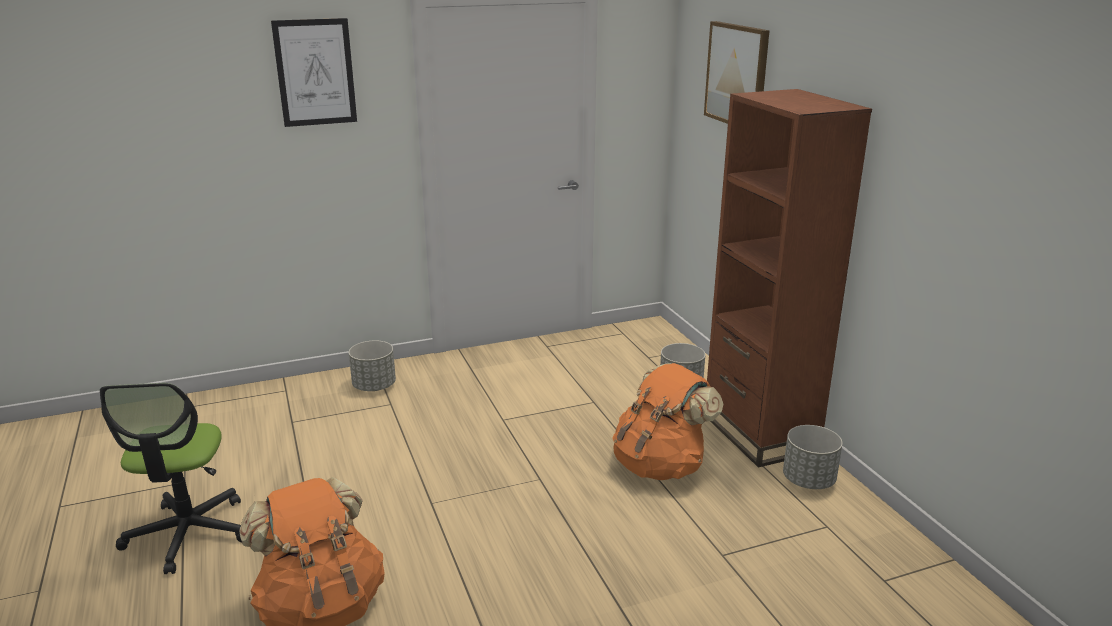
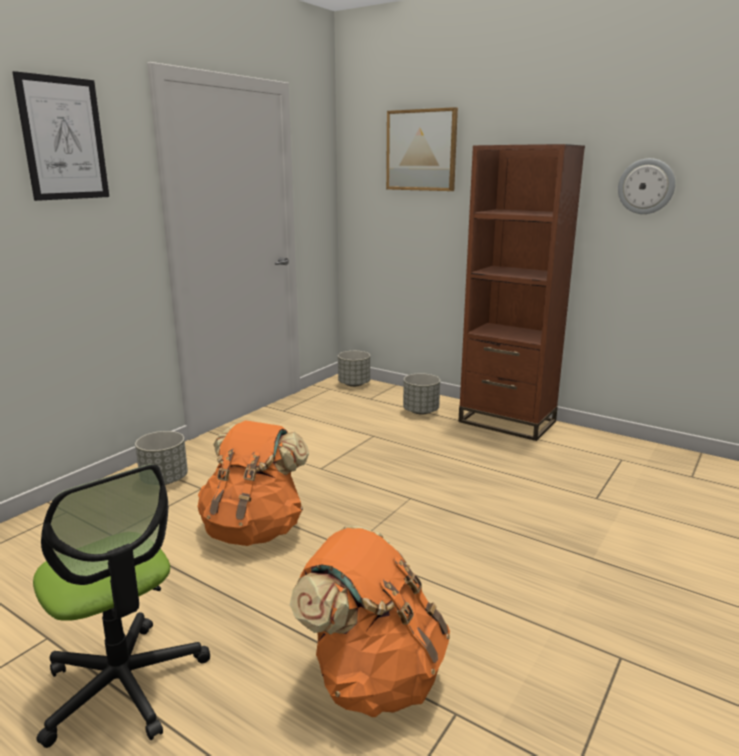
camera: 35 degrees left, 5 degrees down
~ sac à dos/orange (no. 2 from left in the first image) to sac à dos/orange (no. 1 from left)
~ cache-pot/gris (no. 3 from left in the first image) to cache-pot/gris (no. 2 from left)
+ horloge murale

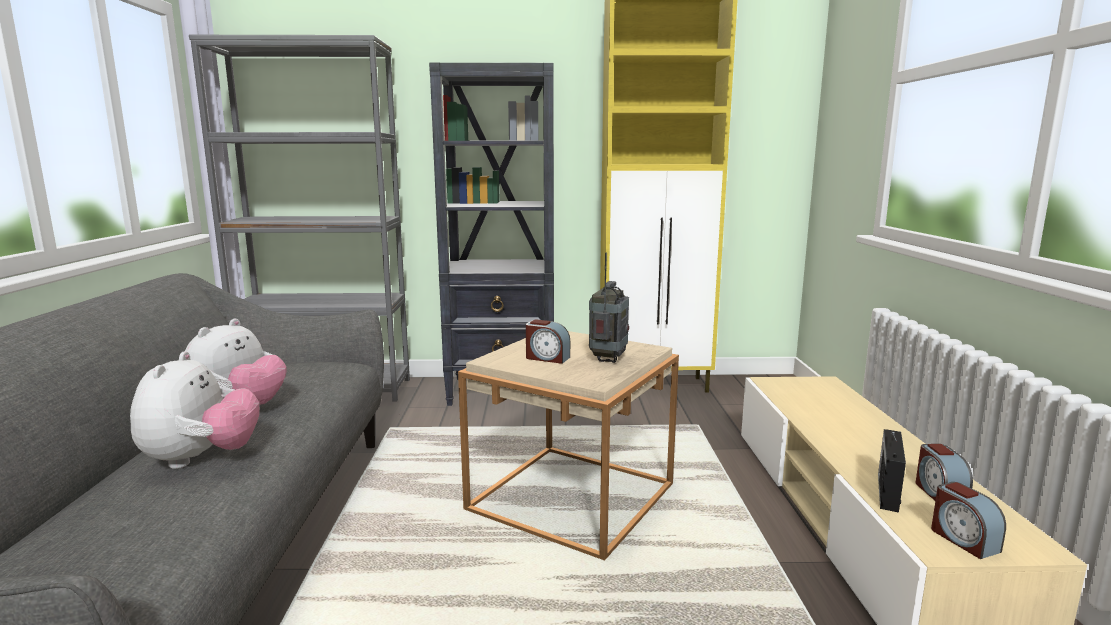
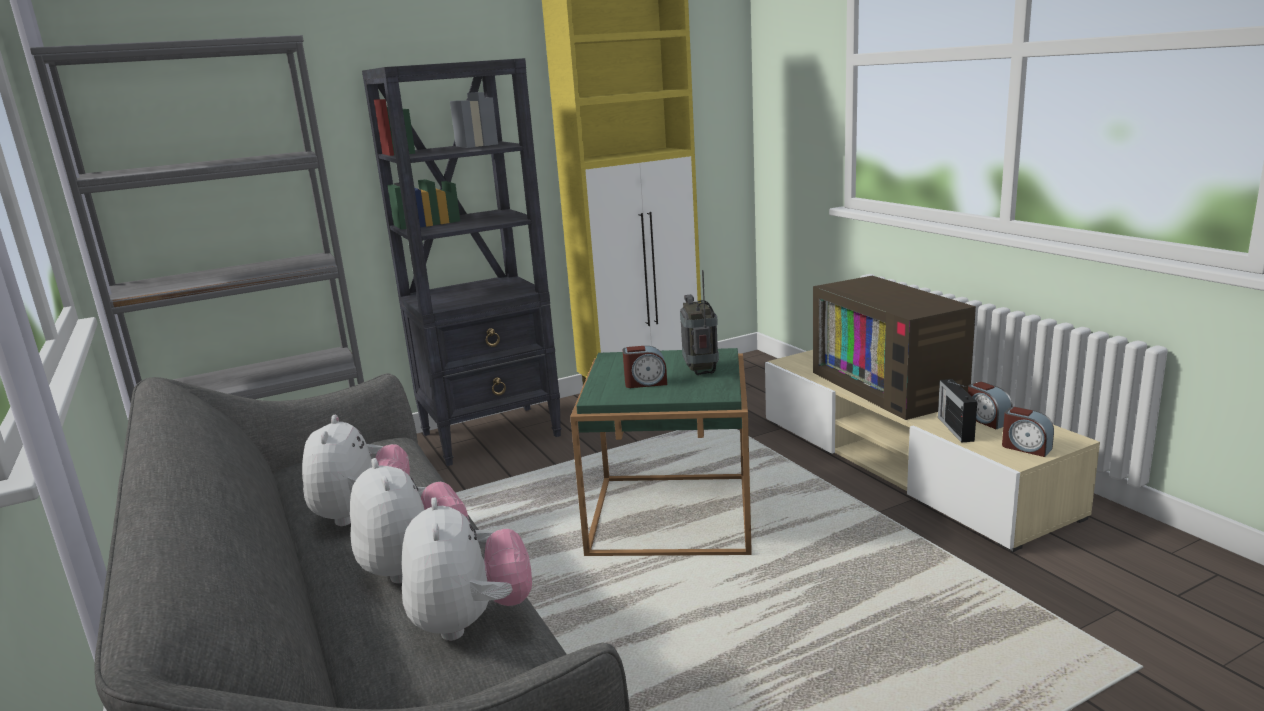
camera: 25 degrees left, 5 degrees up
~ table d'appoint/beige to table d'appoint/vert
+ téléviseur
+ peluche (no. 3 from left)

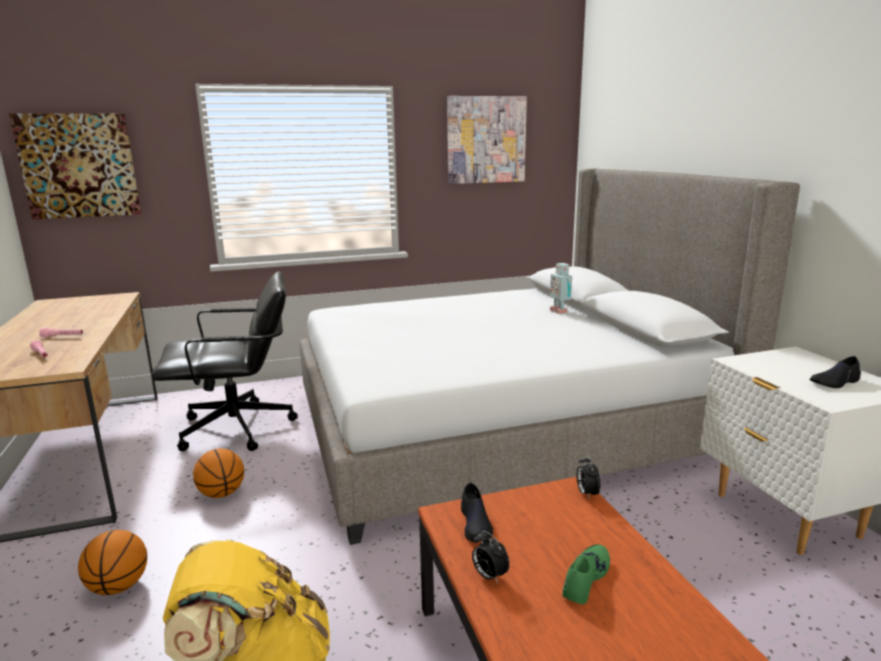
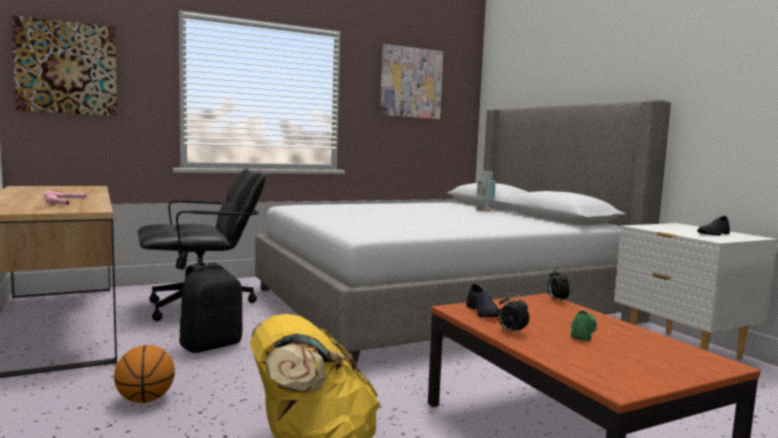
camera: 10 degrees left, 10 degrees down
~ ballon de basket (no. 2 from left) to sac à dos/noir

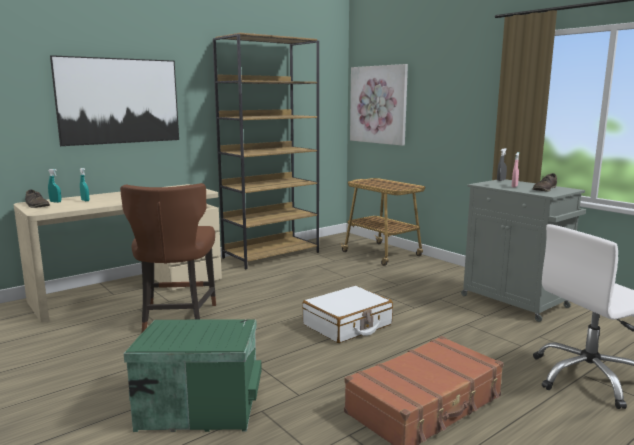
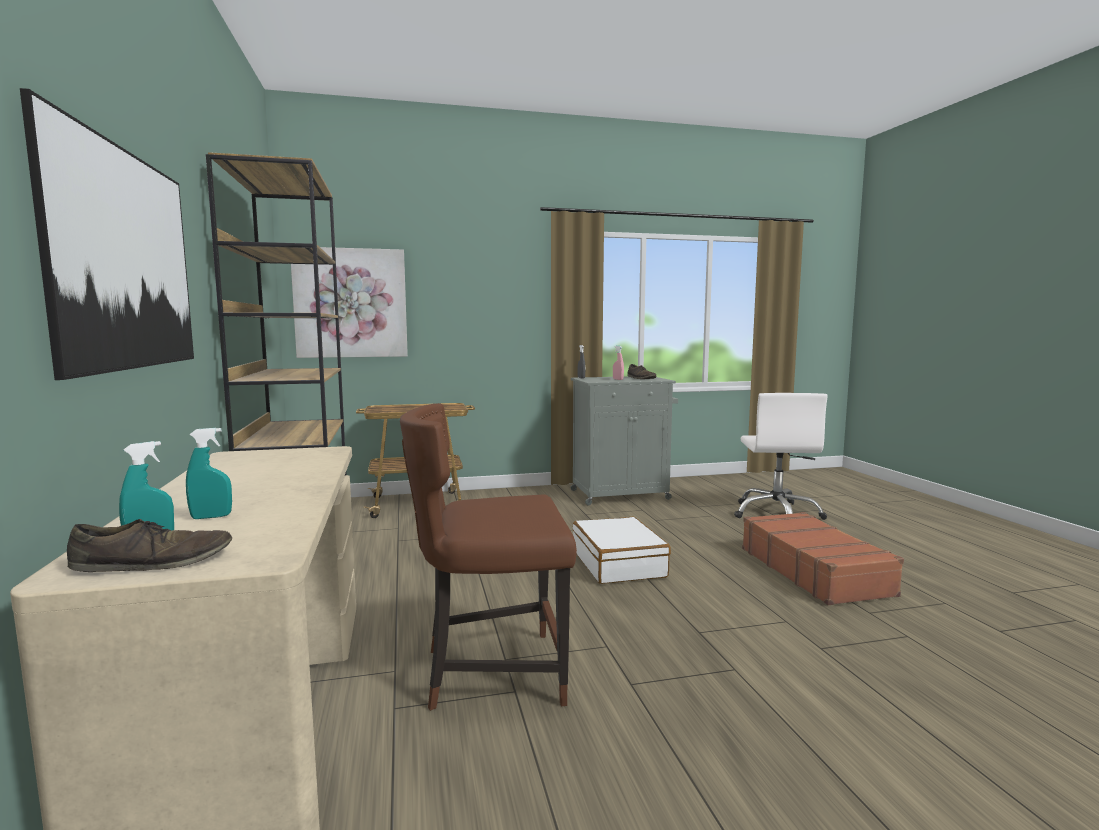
camera: 65 degrees left, 5 degrees down
~ chaise/marron 150 degrees clockwise
- boîte de rangement/vert

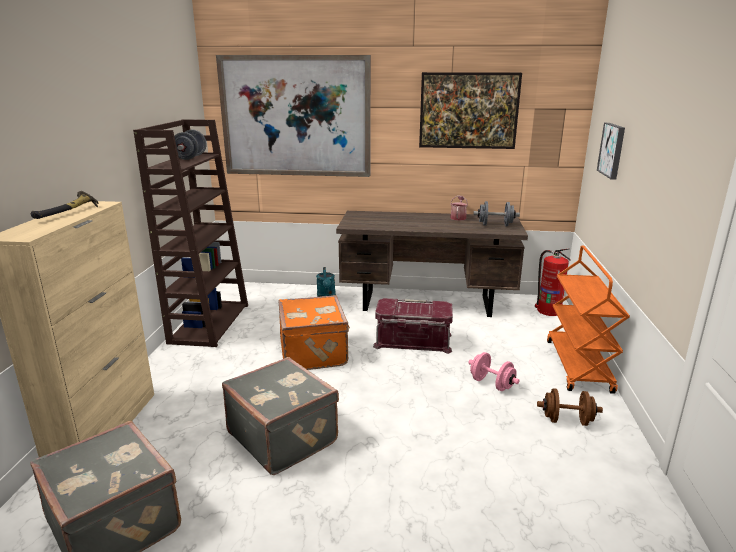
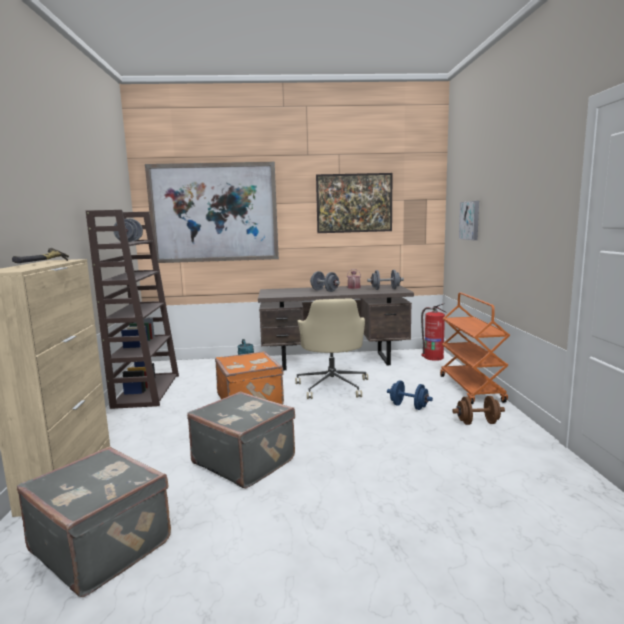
camera: 10 degrees left, 10 degrees down
~ boîte de rangement/rouge to chaise de bureau/beige
~ haltère/rose to haltère/bleu
+ haltère/gris (no. 2 from left)

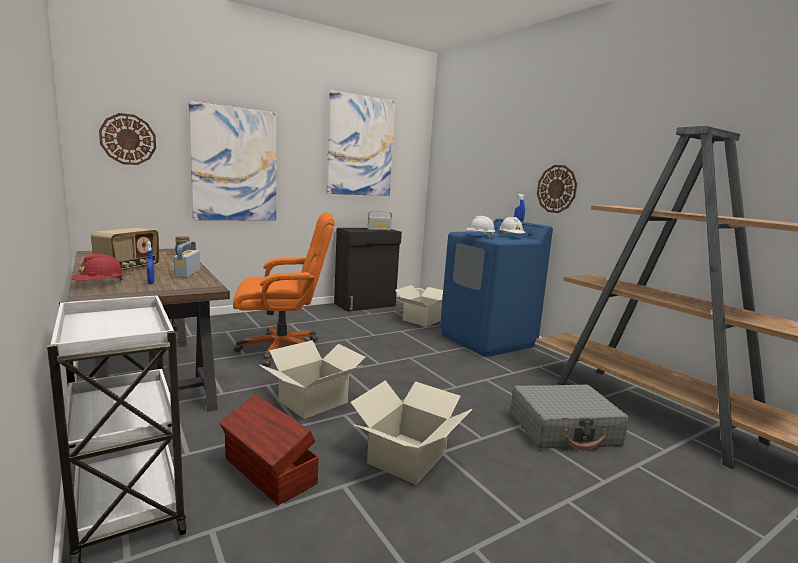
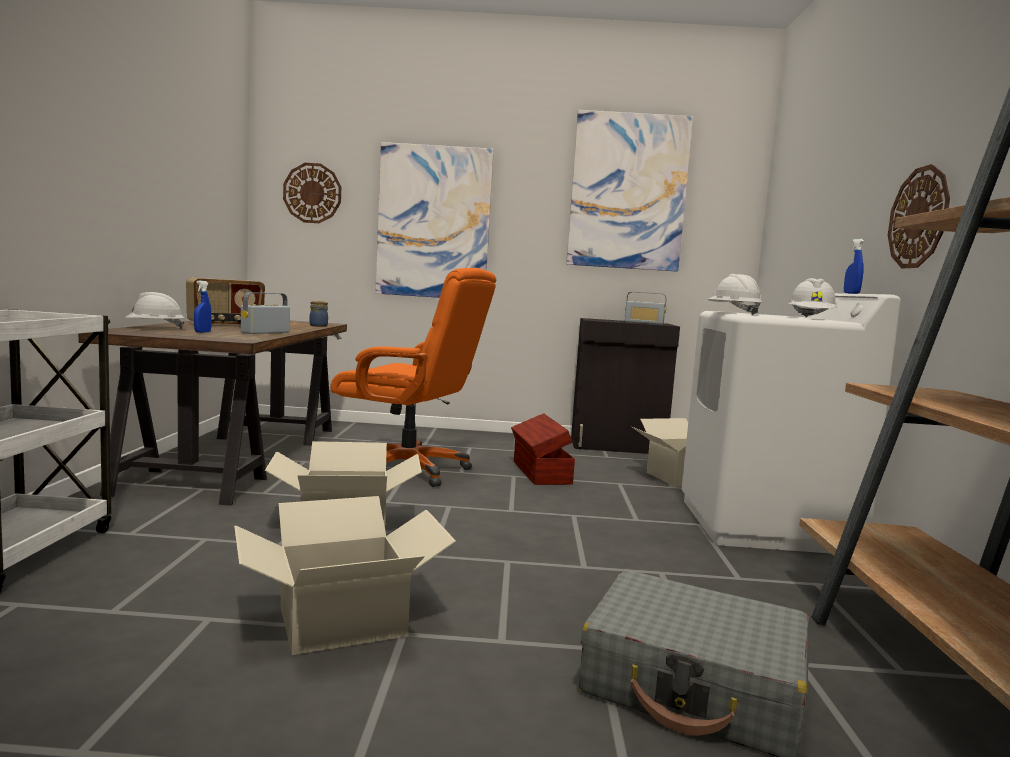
camera: 35 degrees right, 5 degrees down
~ lave-linge/bleu to lave-linge/blanc
~ casque de chantier/rouge to casque de chantier/blanc (no. 1 from left)
~ boîte de rangement/marron

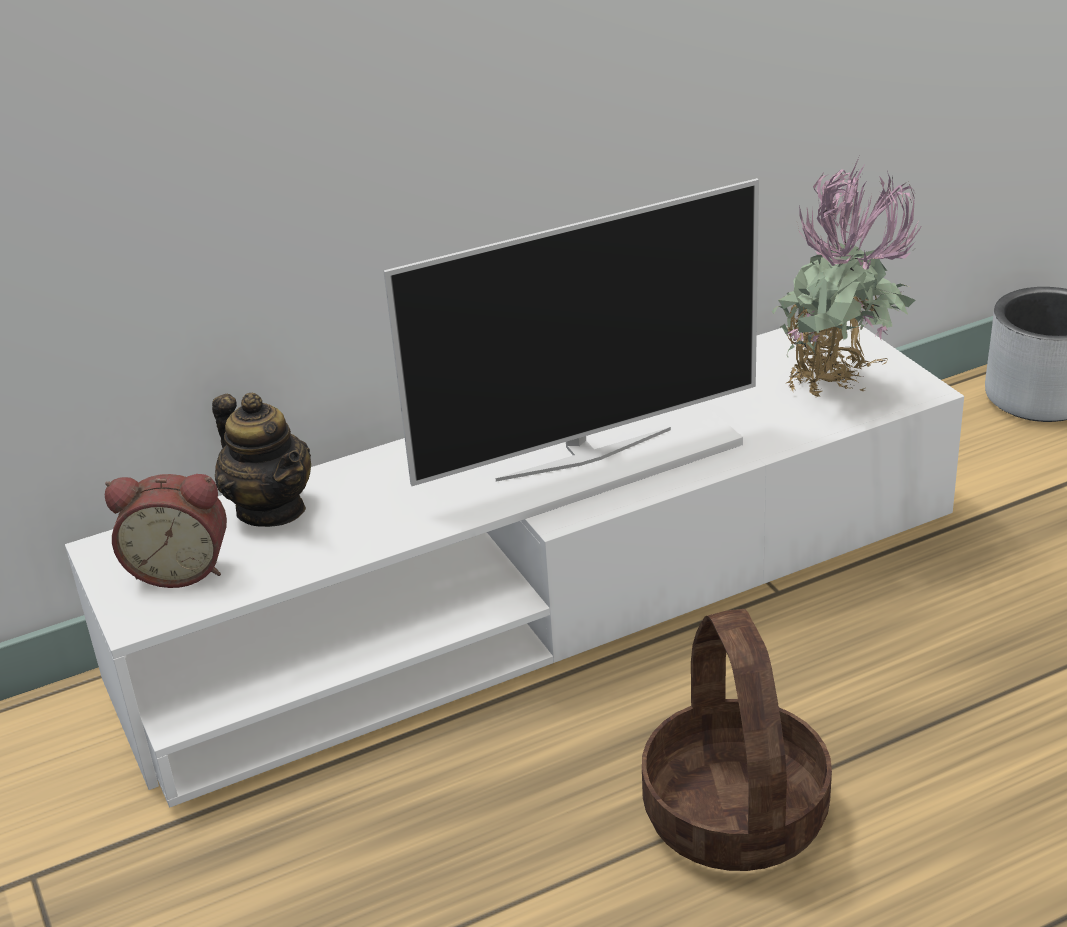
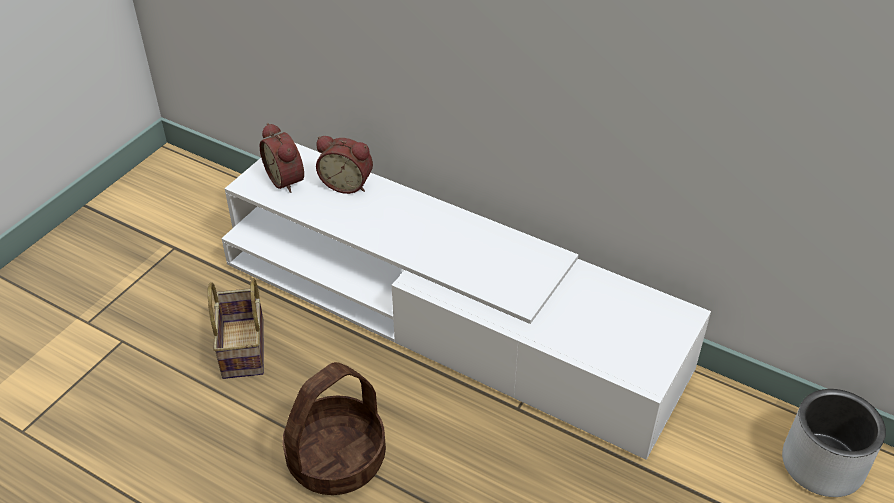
camera: 55 degrees right, 10 degrees up
- plante en pot
- téléviseur
~ théière to réveil (no. 2 from left)
+ panier (no. 1 from left)

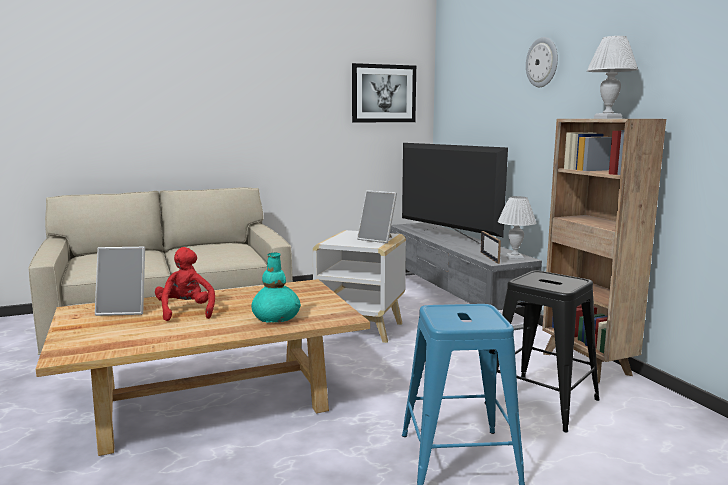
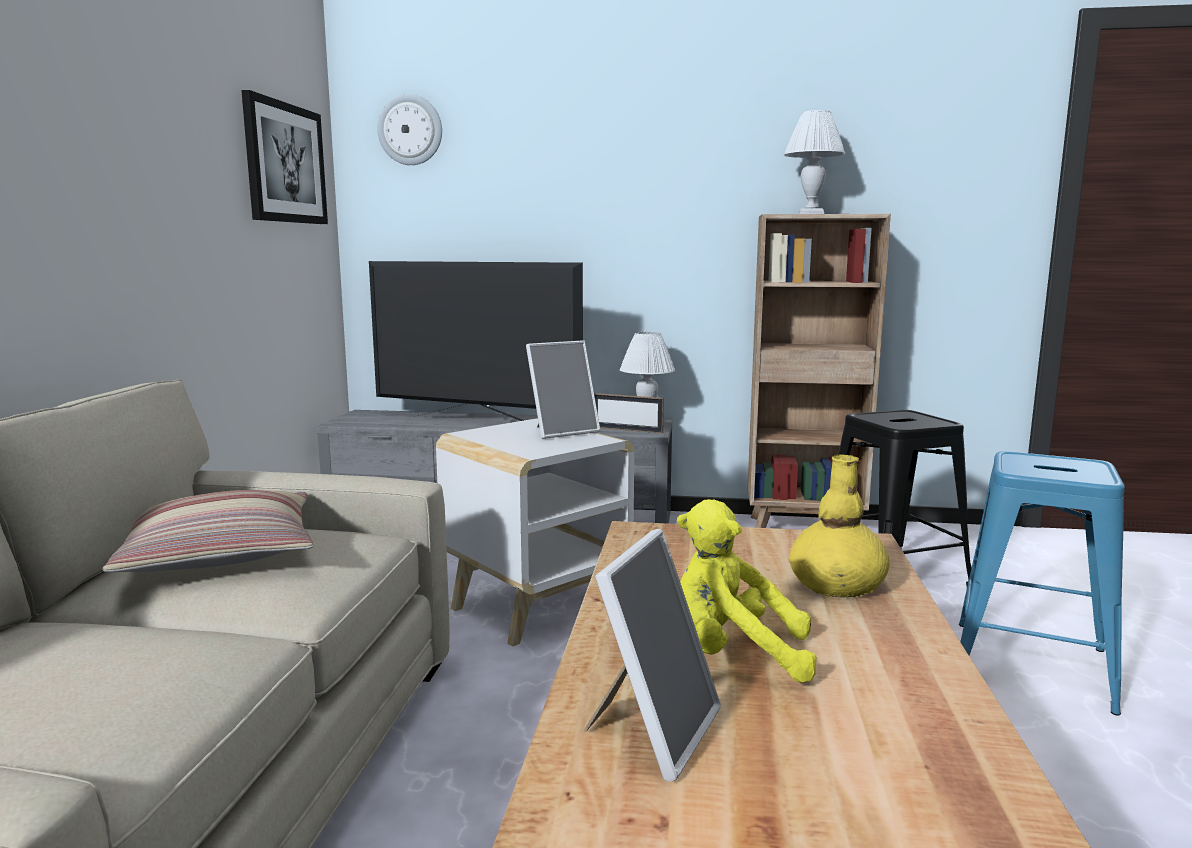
camera: 60 degrees left, 0 degrees up
~ horloge murale
~ téléviseur 150 degrees counterclockwise
~ peluche/rouge to peluche/jaune
~ vase/turquoise to vase/jaune
+ coussin

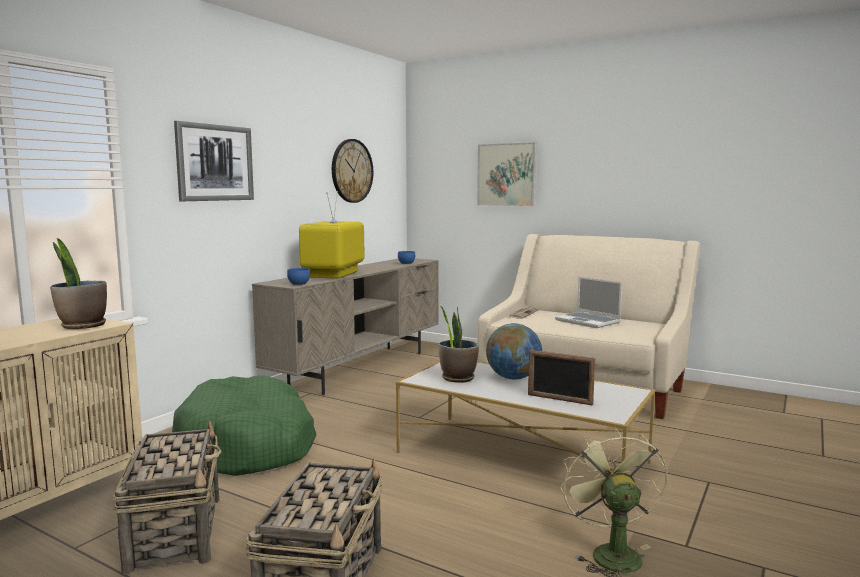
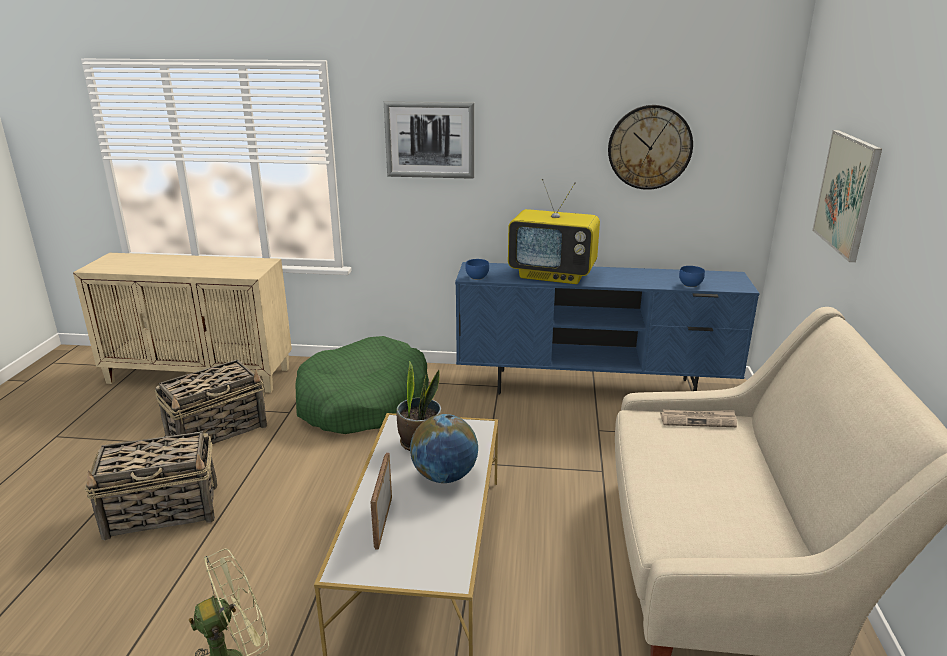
camera: 65 degrees right, 15 degrees up
~ téléviseur 150 degrees counterclockwise
- plante en pot (no. 1 from left)
~ meuble télé/beige to meuble télé/bleu
- ordinateur portable

